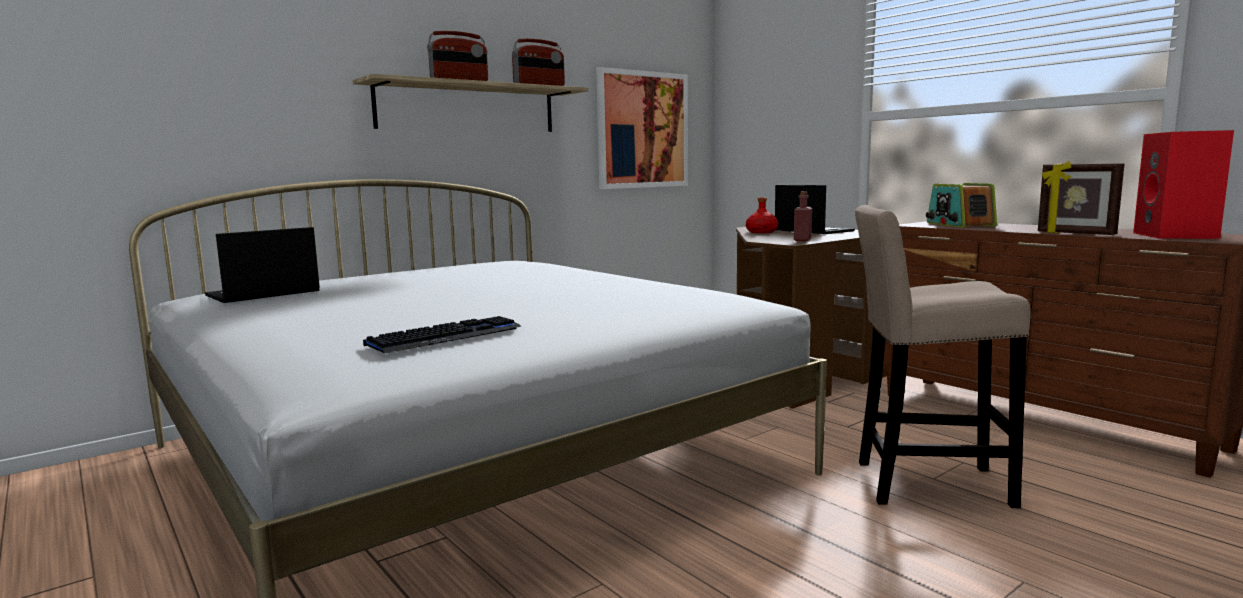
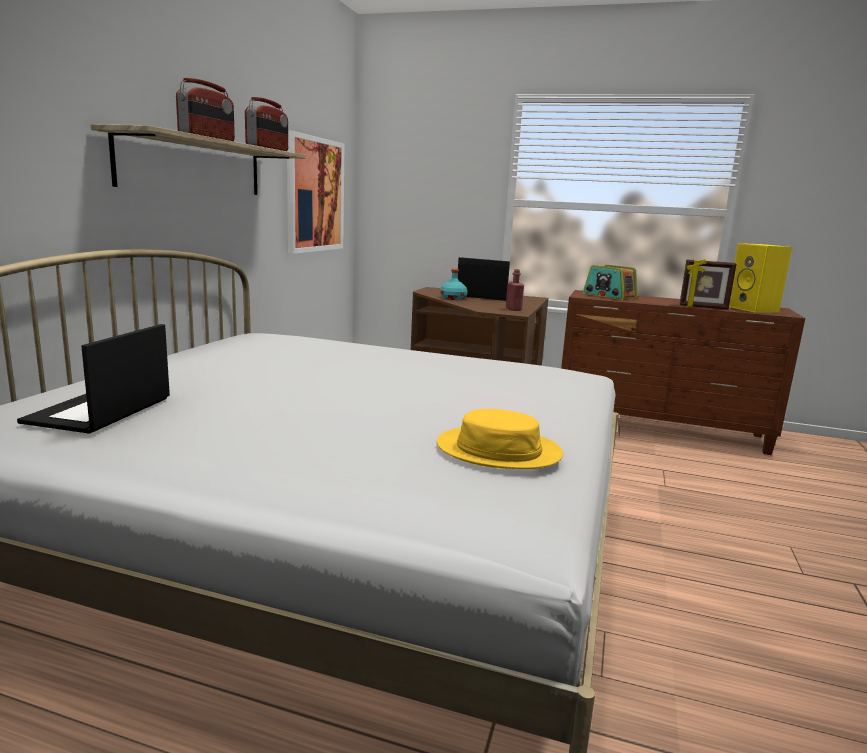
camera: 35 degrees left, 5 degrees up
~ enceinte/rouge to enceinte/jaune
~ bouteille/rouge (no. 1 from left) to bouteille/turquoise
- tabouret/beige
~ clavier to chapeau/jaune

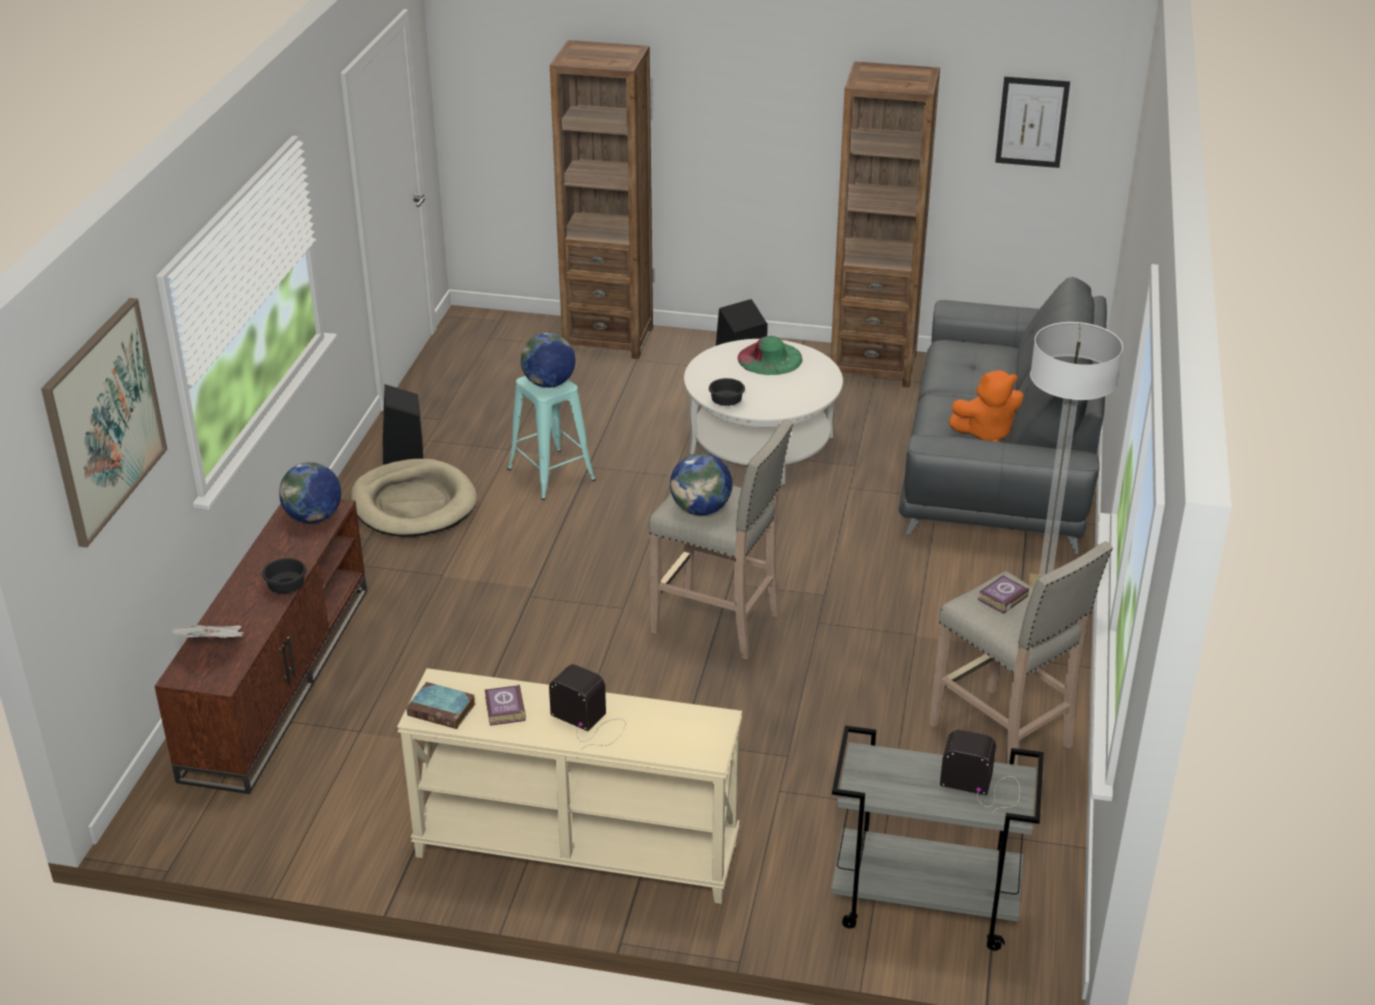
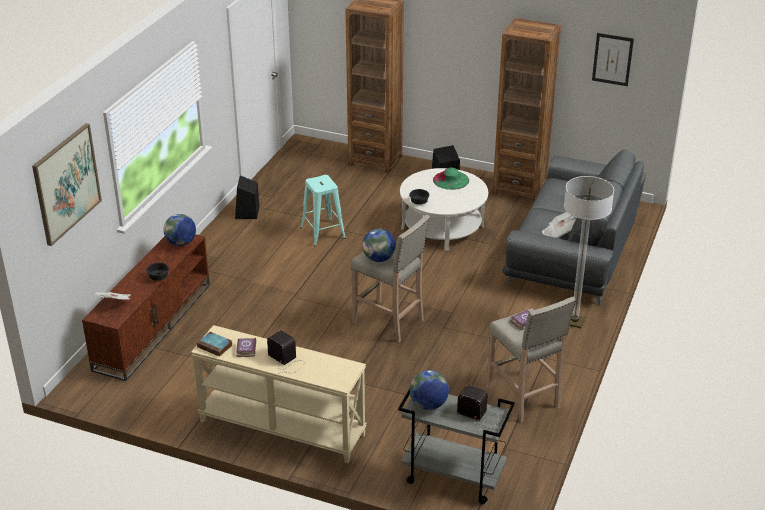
camera: 10 degrees right, 0 degrees up
~ globe (no. 2 from left in the first image) to globe (no. 3 from left)
~ peluche/orange to journal (no. 2 from left)
- panier pour chien/beige

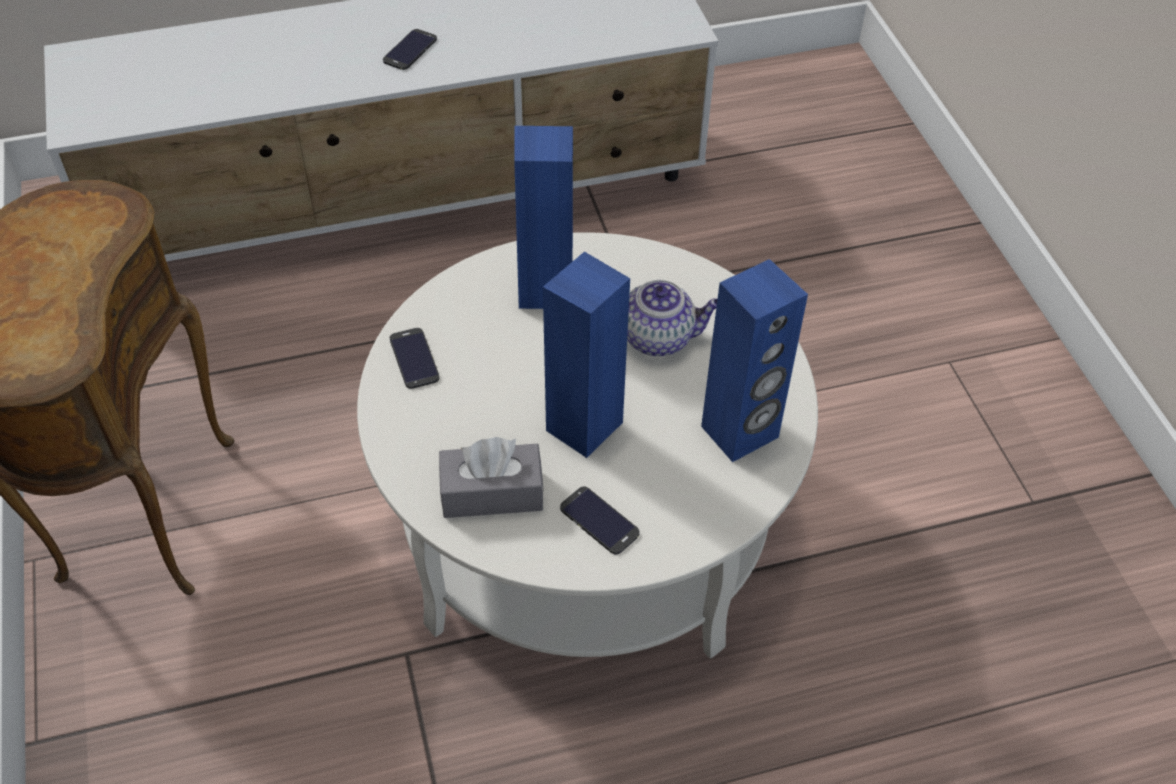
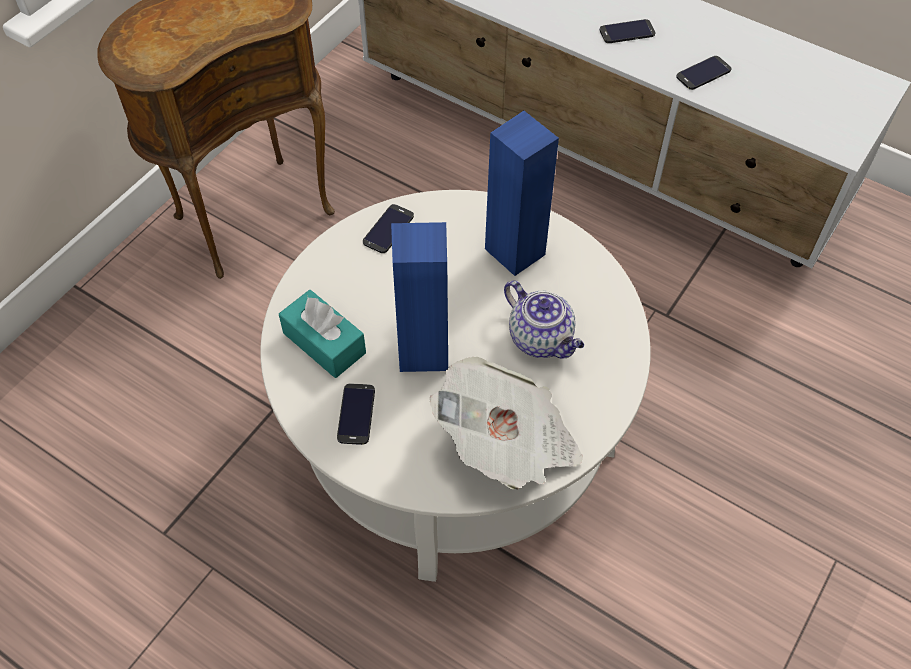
camera: 50 degrees right, 5 degrees up
~ enceinte/bleu (no. 3 from left) to journal
~ boîte à mouchoirs/gris to boîte à mouchoirs/turquoise
+ téléphone (no. 4 from left)

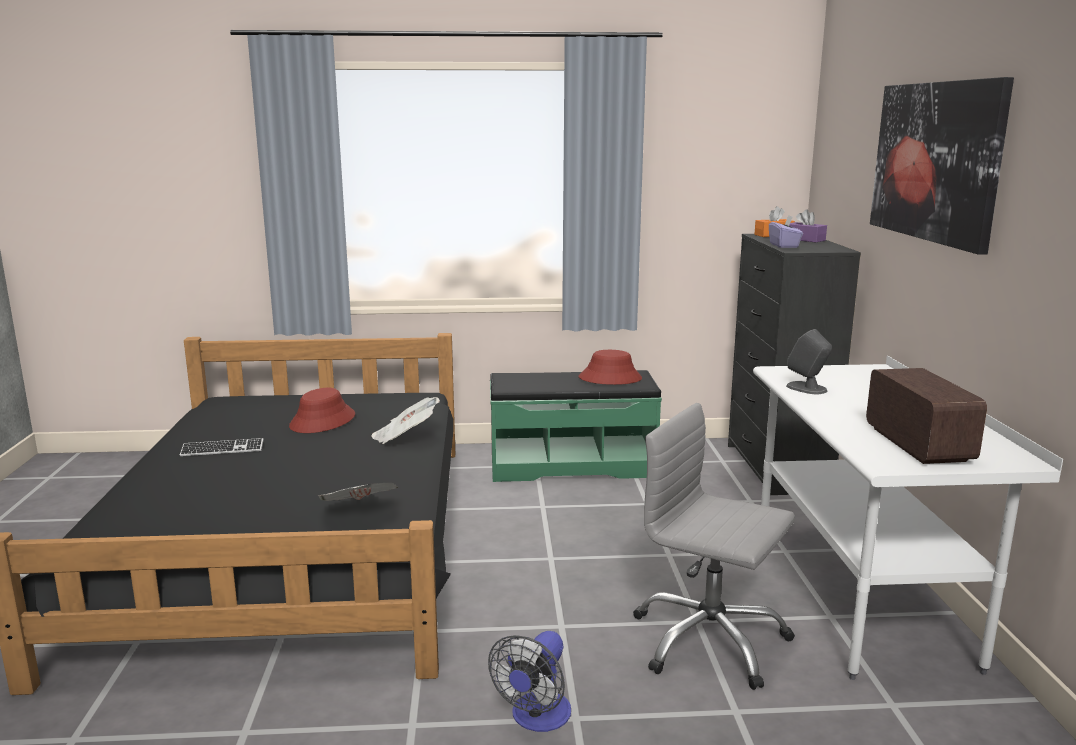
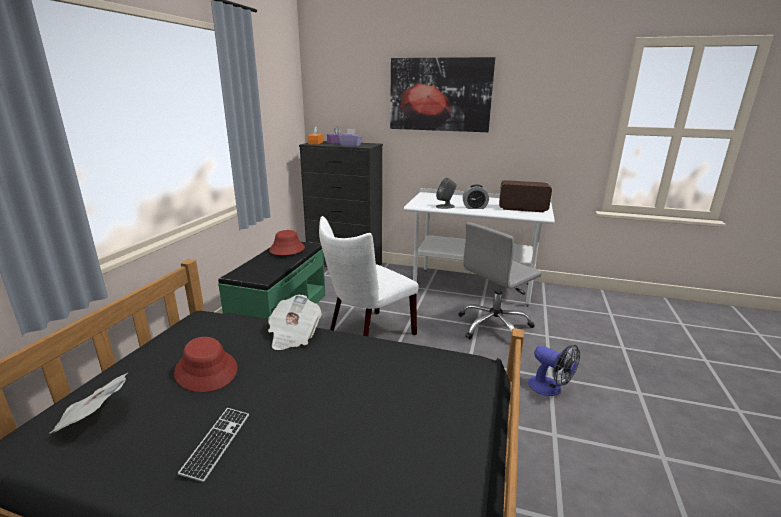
camera: 70 degrees left, 5 degrees up
~ journal (no. 1 from left)
+ réveil
+ chaise/blanc

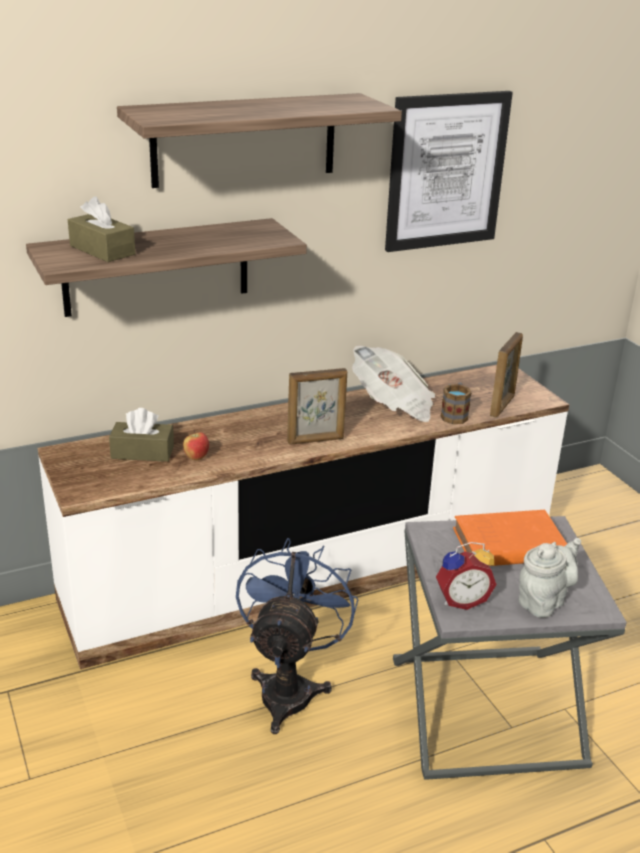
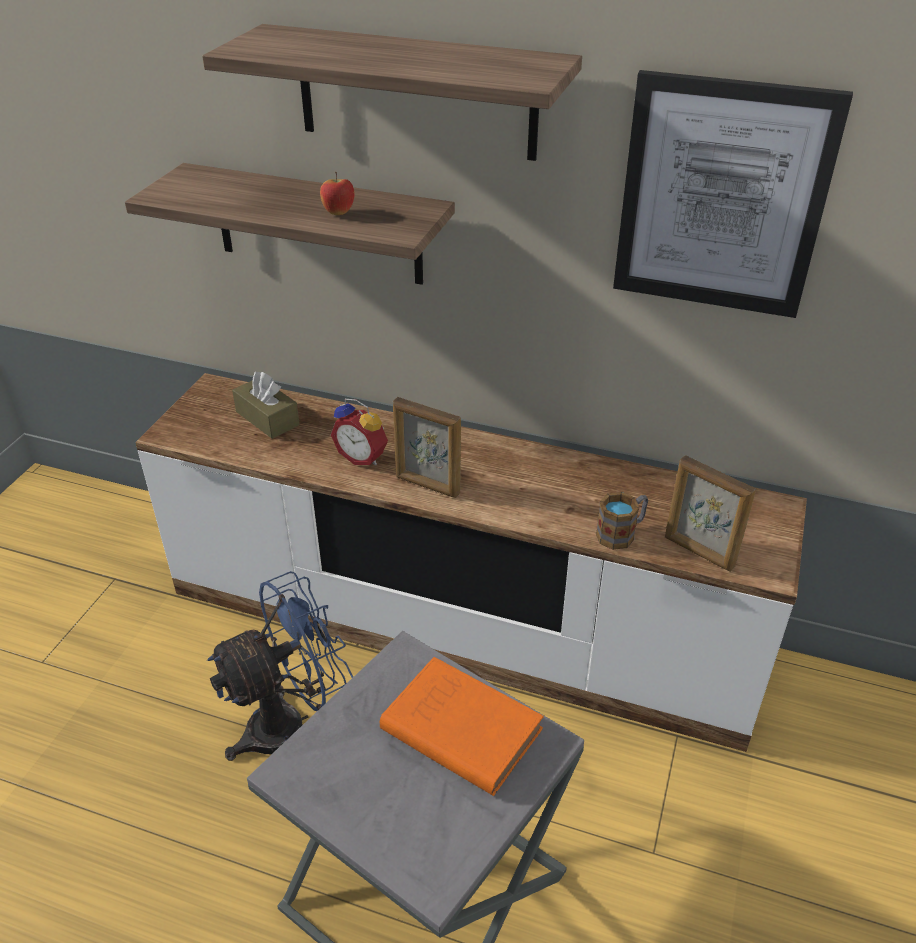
camera: 45 degrees right, 10 degrees up
- boîte à mouchoirs/marron (no. 1 from left)
~ cadre photo (no. 2 from left) 60 degrees clockwise
- journal
~ pomme
- théière/gris
~ réveil

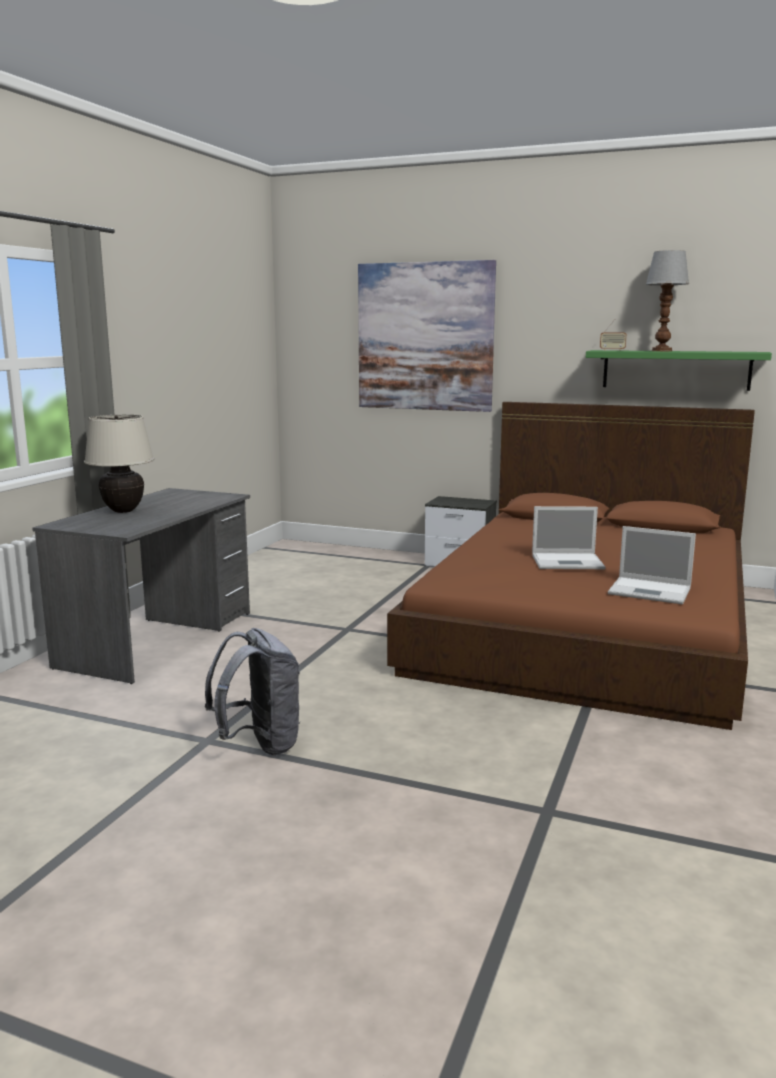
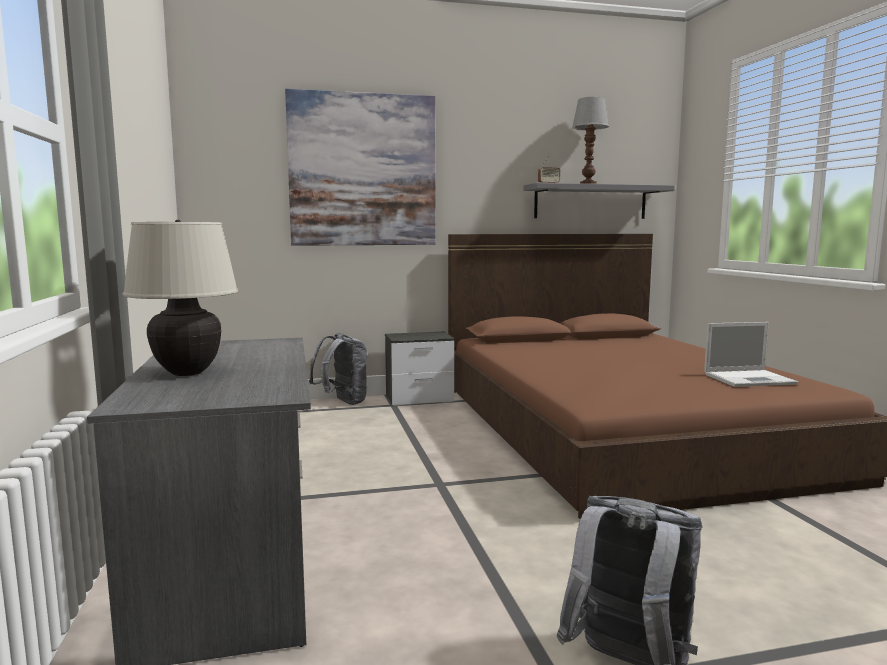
camera: 35 degrees left, 5 degrees down
~ étagère/vert to étagère/gris
- ordinateur portable (no. 1 from left)
+ sac à dos/gris (no. 1 from left)

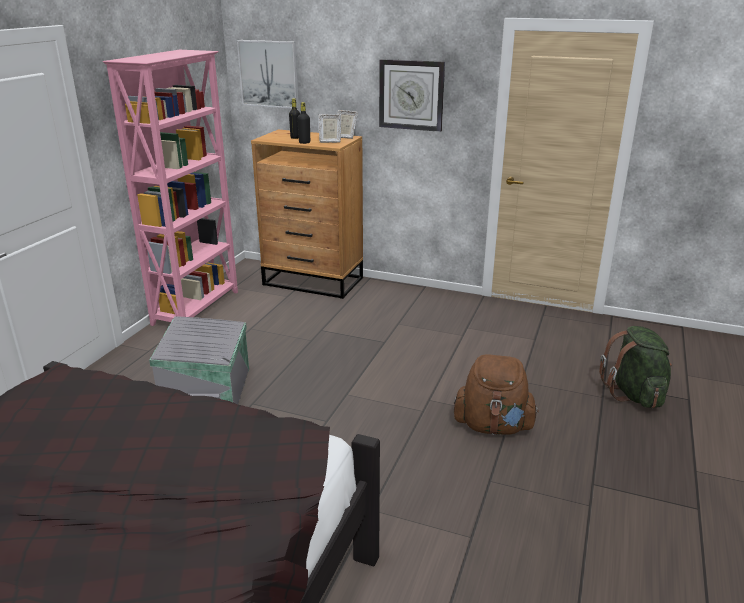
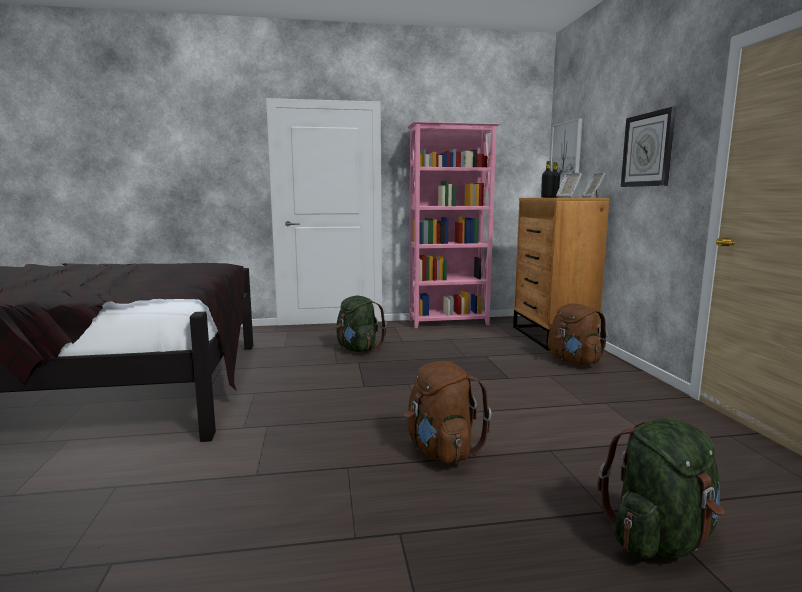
camera: 60 degrees right, 15 degrees down
~ boîte de rangement/gris to sac à dos/vert (no. 1 from left)
+ sac à dos/marron (no. 2 from left)

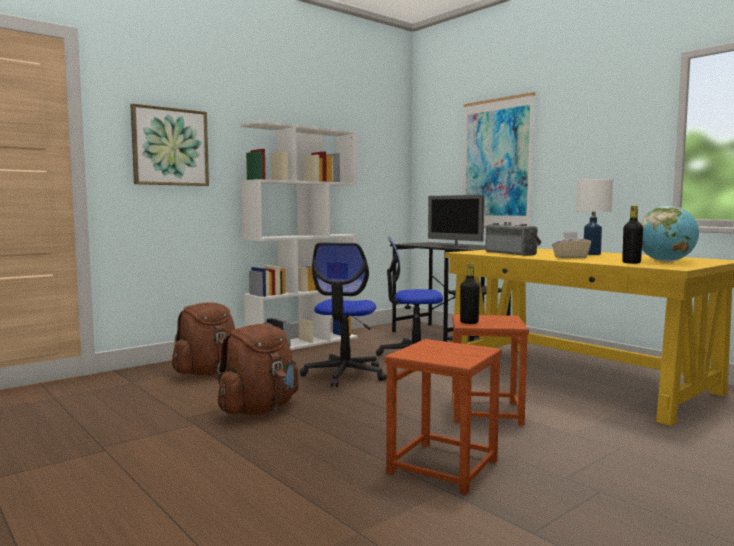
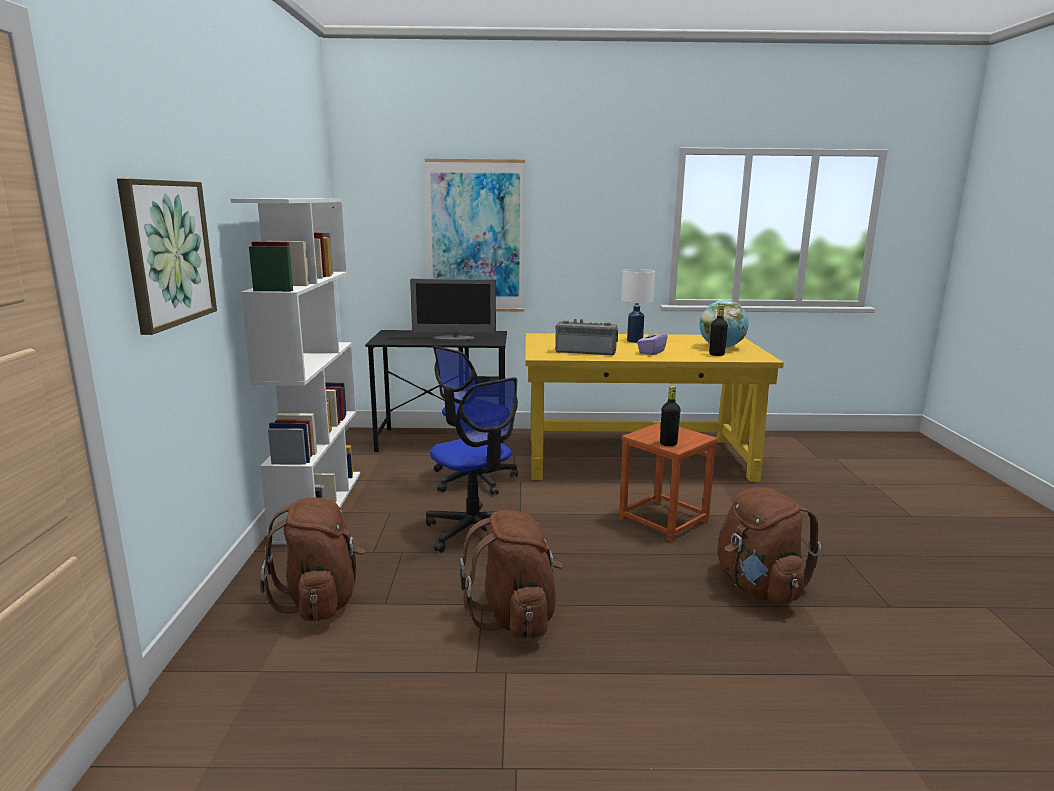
camera: 50 degrees left, 10 degrees up
~ boîte à mouchoirs/beige to boîte à mouchoirs/violet
~ tabouret/marron (no. 1 from left) to sac à dos/marron (no. 3 from left)

